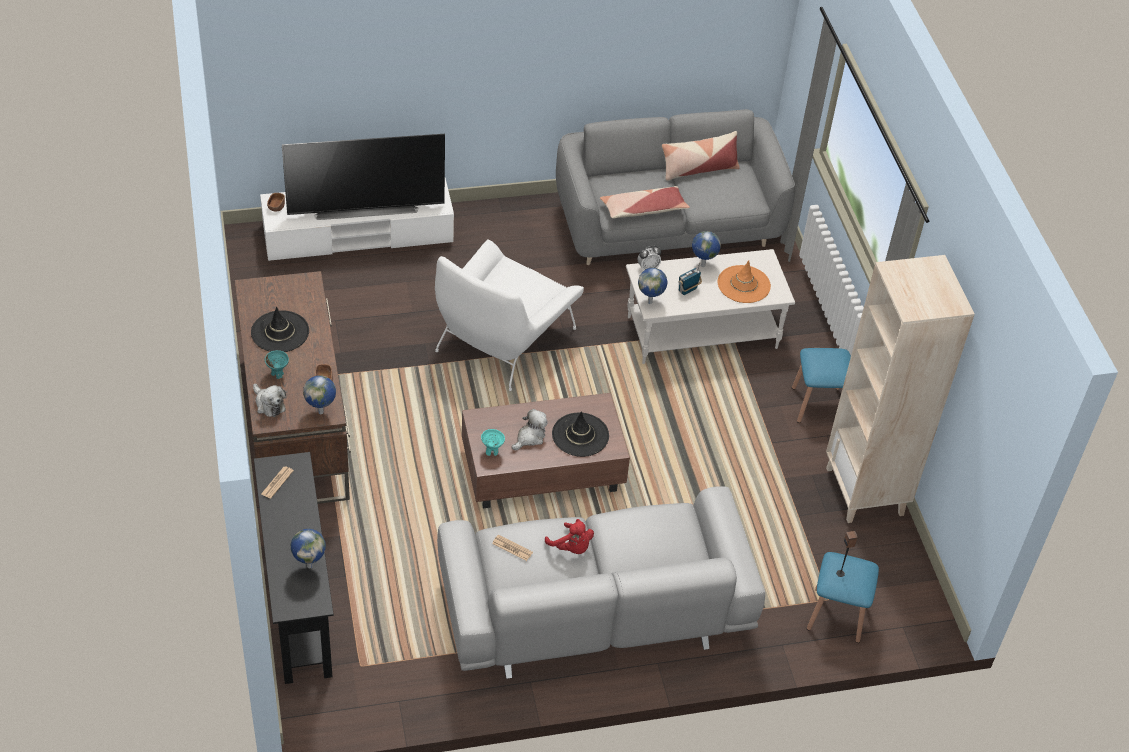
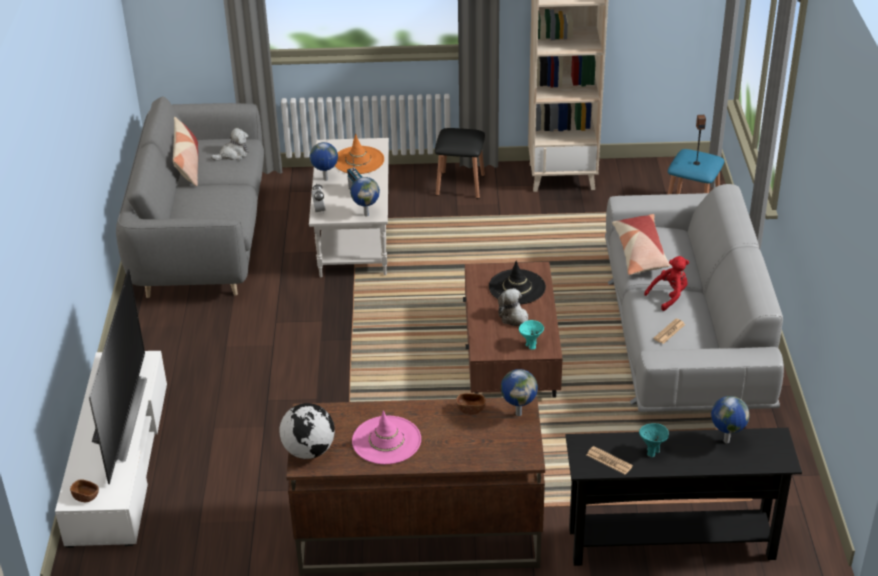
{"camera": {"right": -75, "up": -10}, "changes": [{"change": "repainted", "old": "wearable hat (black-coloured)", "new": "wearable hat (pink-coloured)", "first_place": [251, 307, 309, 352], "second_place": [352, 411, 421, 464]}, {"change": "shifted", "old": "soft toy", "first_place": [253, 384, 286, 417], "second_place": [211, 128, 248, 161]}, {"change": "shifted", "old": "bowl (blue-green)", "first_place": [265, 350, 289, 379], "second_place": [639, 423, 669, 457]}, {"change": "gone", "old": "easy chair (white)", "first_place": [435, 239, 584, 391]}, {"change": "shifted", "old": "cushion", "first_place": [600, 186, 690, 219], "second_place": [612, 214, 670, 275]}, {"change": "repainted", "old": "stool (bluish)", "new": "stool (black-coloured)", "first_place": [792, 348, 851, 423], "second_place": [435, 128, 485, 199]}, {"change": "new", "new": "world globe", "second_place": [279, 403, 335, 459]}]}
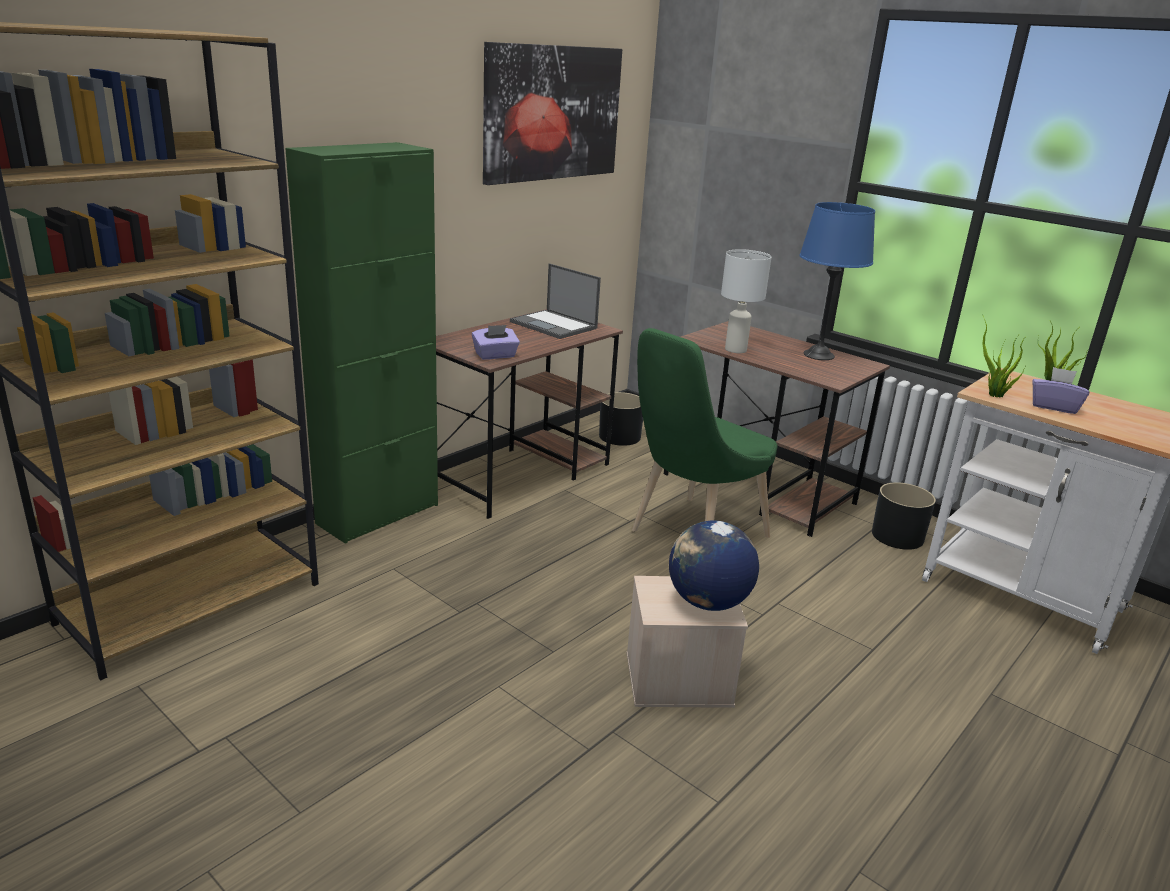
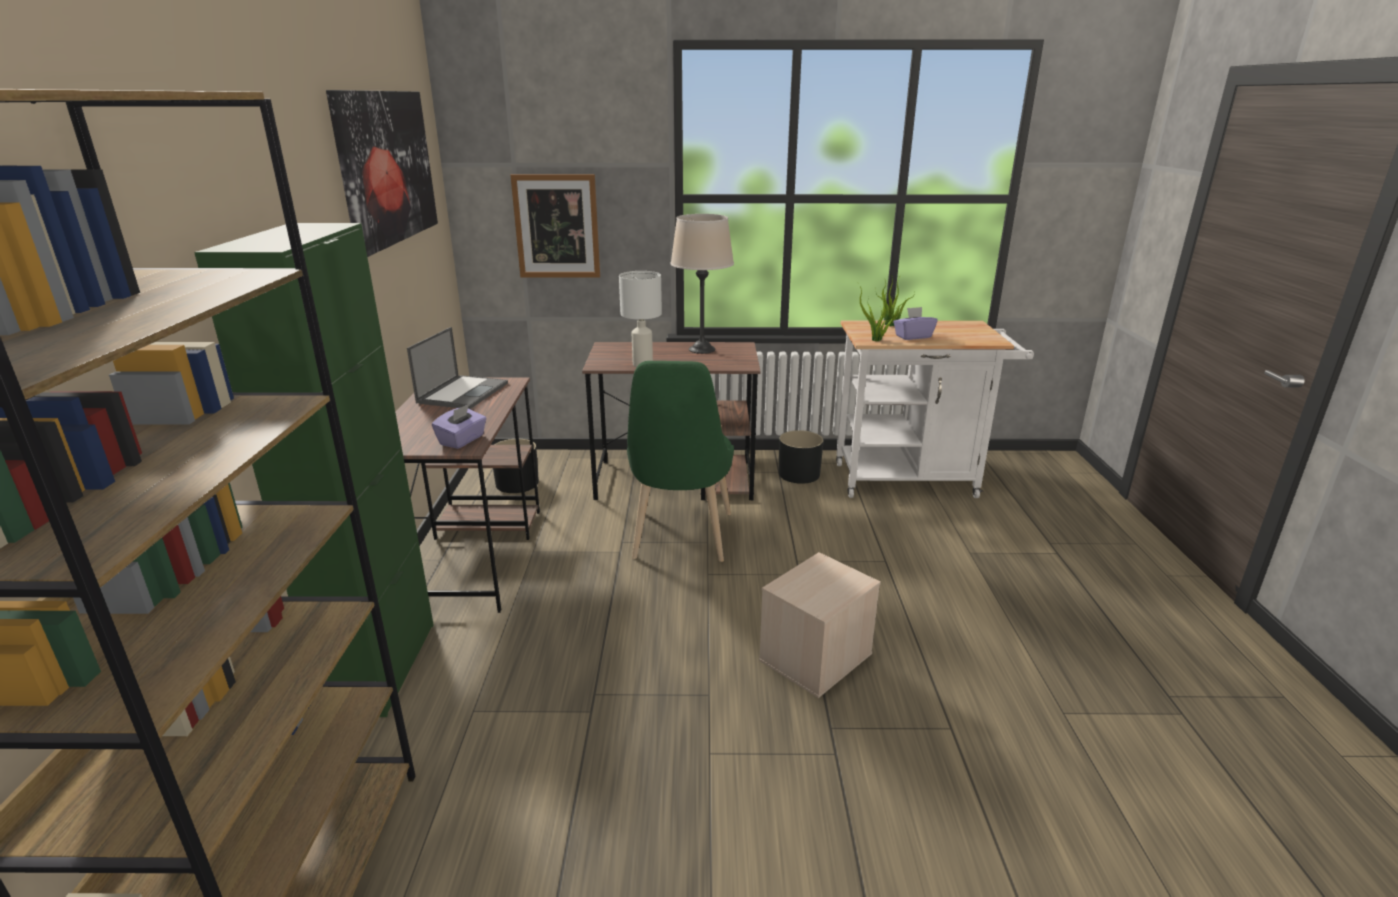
{"camera": {"right": -40, "up": 0}, "changes": [{"change": "rotated", "old": "laptop", "first_place": [510, 263, 601, 339], "second_place": [407, 327, 508, 409], "degrees": -75}, {"change": "gone", "old": "world globe", "first_place": [669, 521, 759, 611]}, {"change": "repainted", "old": "table lamp (bluish)", "new": "table lamp (beige)", "first_place": [799, 202, 875, 360], "second_place": [670, 214, 734, 354]}, {"change": "new", "new": "wall art", "second_place": [510, 174, 600, 278]}]}
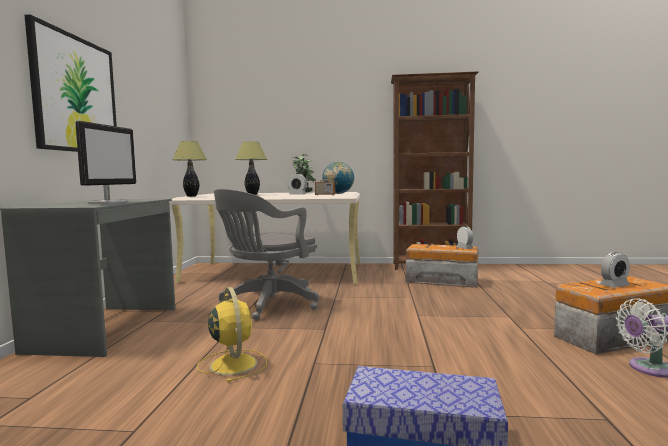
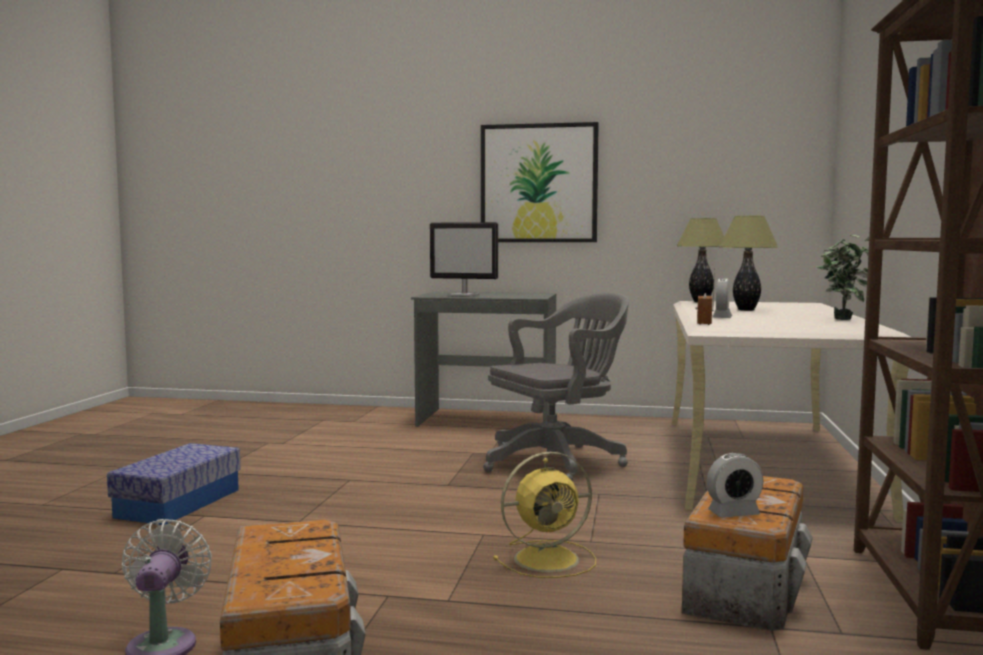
{"camera": {"right": 95, "up": 0}, "changes": [{"change": "shifted", "old": "electric fan (yellow)", "first_place": [197, 287, 267, 382], "second_place": [493, 452, 596, 578]}, {"change": "rotated", "old": "computer chair (gray)", "first_place": [214, 189, 319, 320], "second_place": [483, 293, 629, 480], "degrees": 105}, {"change": "gone", "old": "world globe", "first_place": [322, 162, 354, 194]}, {"change": "gone", "old": "bedside clock", "first_place": [600, 252, 630, 288]}]}
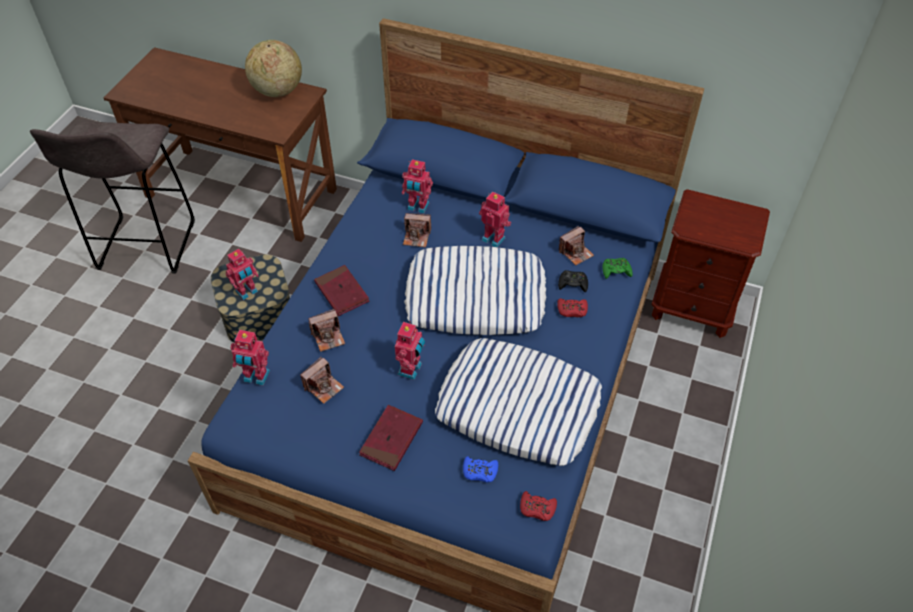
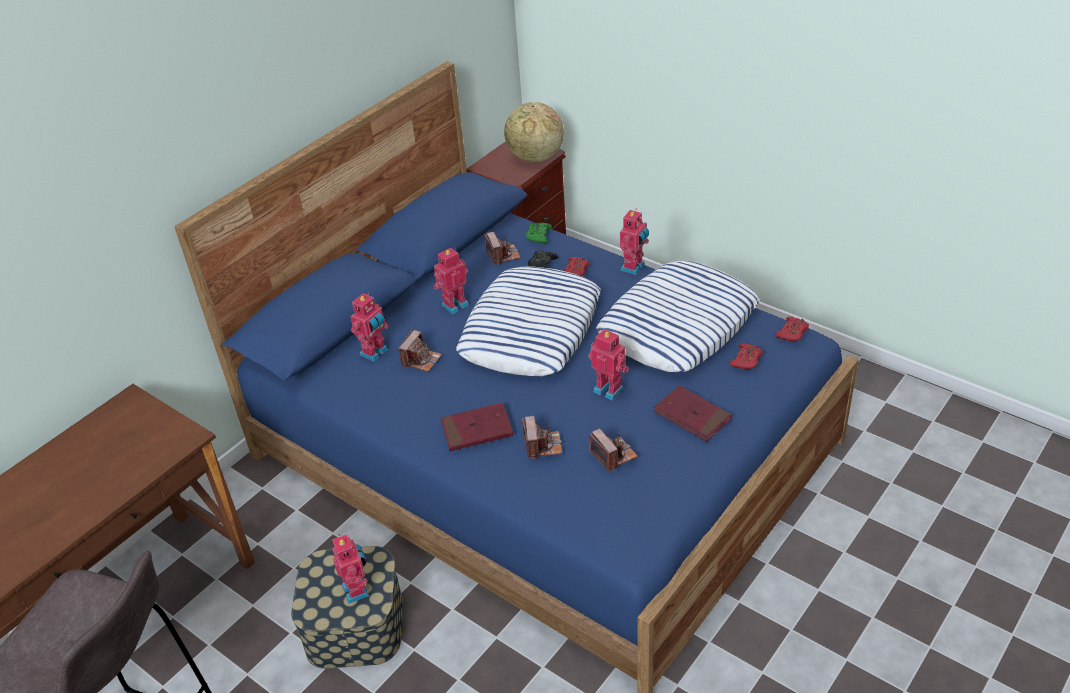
{"camera": {"right": -70, "up": -10}, "changes": [{"change": "shifted", "old": "model robot", "first_place": [230, 330, 270, 386], "second_place": [620, 209, 649, 275]}, {"change": "shifted", "old": "world globe", "first_place": [245, 40, 302, 97], "second_place": [504, 102, 564, 162]}, {"change": "repainted", "old": "gamepad (bluish)", "new": "gamepad (red-coloured)", "first_place": [463, 456, 498, 482], "second_place": [729, 343, 763, 370]}]}
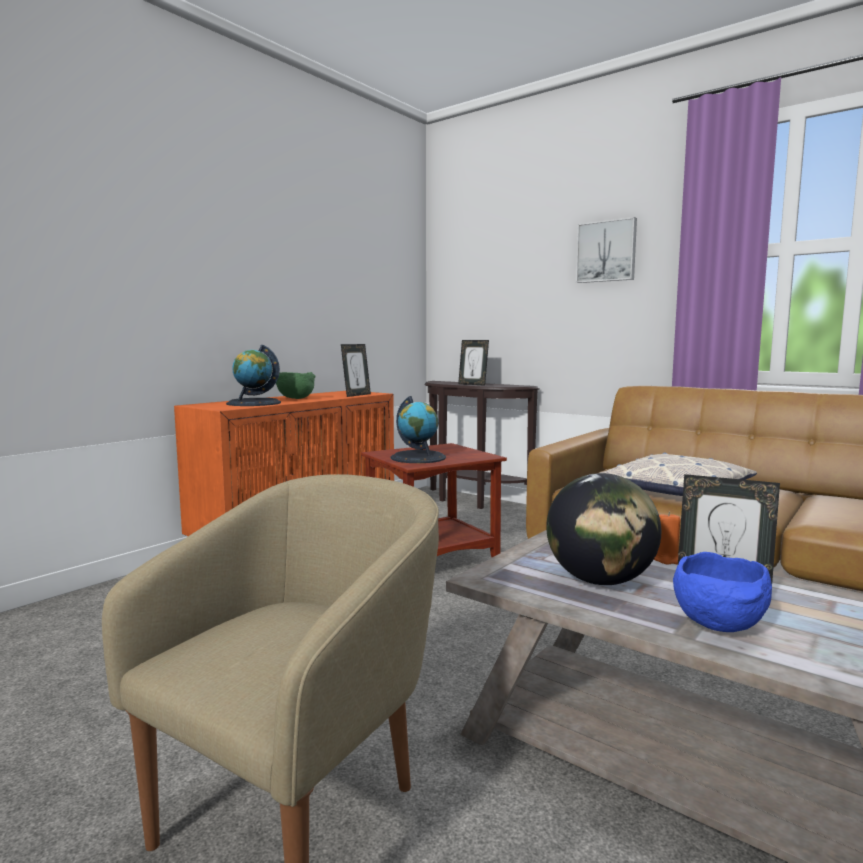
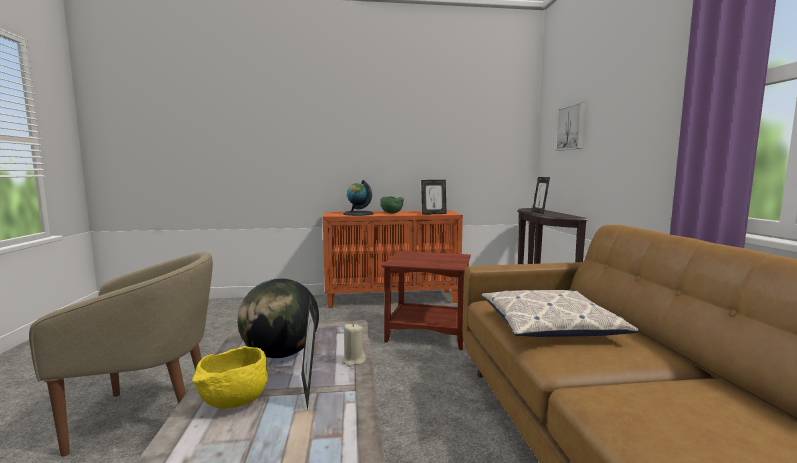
{"camera": {"right": 45, "up": 0}, "changes": [{"change": "gone", "old": "world globe", "first_place": [391, 396, 446, 463]}, {"change": "shifted", "old": "wall art", "first_place": [576, 217, 637, 283], "second_place": [555, 102, 586, 151]}, {"change": "repainted", "old": "wax light (orange-coloured)", "new": "wax light (beige)", "first_place": [654, 512, 681, 565], "second_place": [342, 324, 366, 367]}, {"change": "repainted", "old": "bowl (bluish)", "new": "bowl (yellow)", "first_place": [673, 552, 772, 632], "second_place": [192, 346, 268, 409]}]}
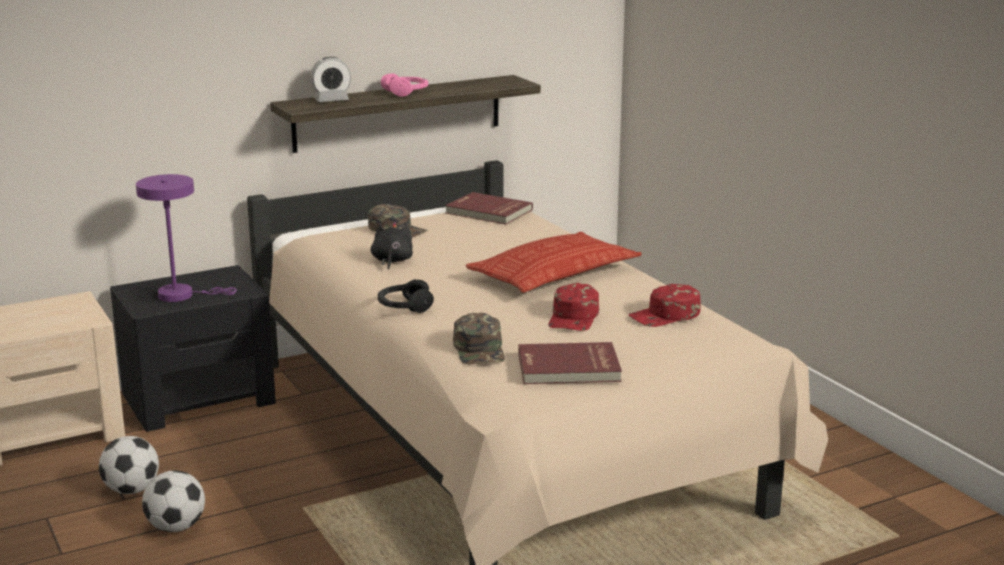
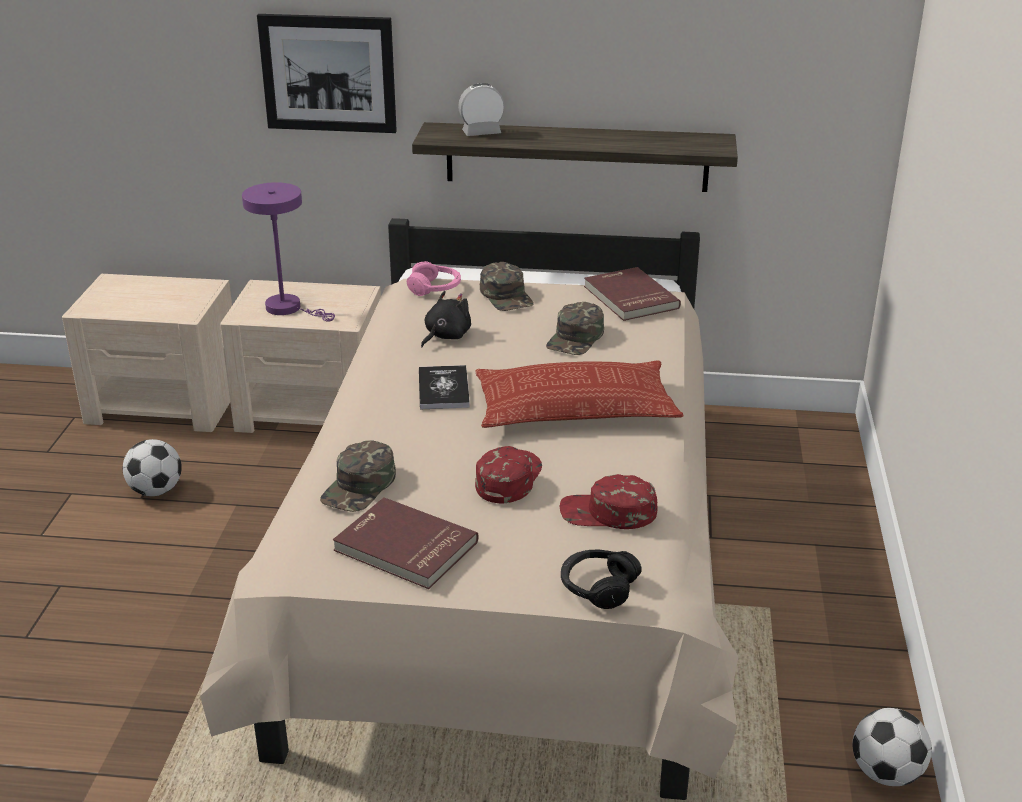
{"camera": {"right": 35, "up": 10}, "changes": [{"change": "repainted", "old": "night table (black-coloured)", "new": "night table (beige)", "first_place": [110, 265, 276, 432], "second_place": [220, 280, 381, 433]}, {"change": "shifted", "old": "football", "first_place": [142, 470, 205, 532], "second_place": [852, 708, 932, 786]}, {"change": "rotated", "old": "bedside clock", "first_place": [310, 57, 351, 102], "second_place": [458, 83, 505, 136], "degrees": 150}, {"change": "shifted", "old": "pair of headphones (black-coloured)", "first_place": [378, 279, 434, 313], "second_place": [561, 549, 642, 609]}, {"change": "shifted", "old": "pair of headphones (pink-coloured)", "first_place": [381, 73, 428, 97], "second_place": [407, 261, 461, 296]}, {"change": "rotated", "old": "baseball cap (red-coloured)", "first_place": [548, 283, 599, 331], "second_place": [475, 446, 542, 503], "degrees": 150}, {"change": "new", "new": "wall art", "second_place": [257, 14, 397, 133]}, {"change": "new", "new": "book", "second_place": [419, 365, 470, 410]}, {"change": "new", "new": "baseball cap (green)", "second_place": [546, 302, 604, 355]}]}
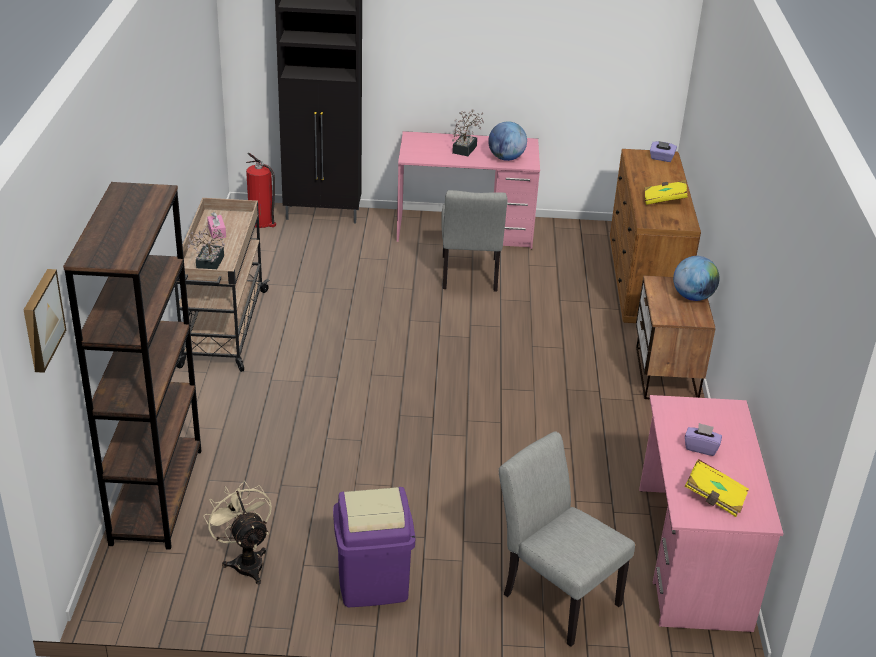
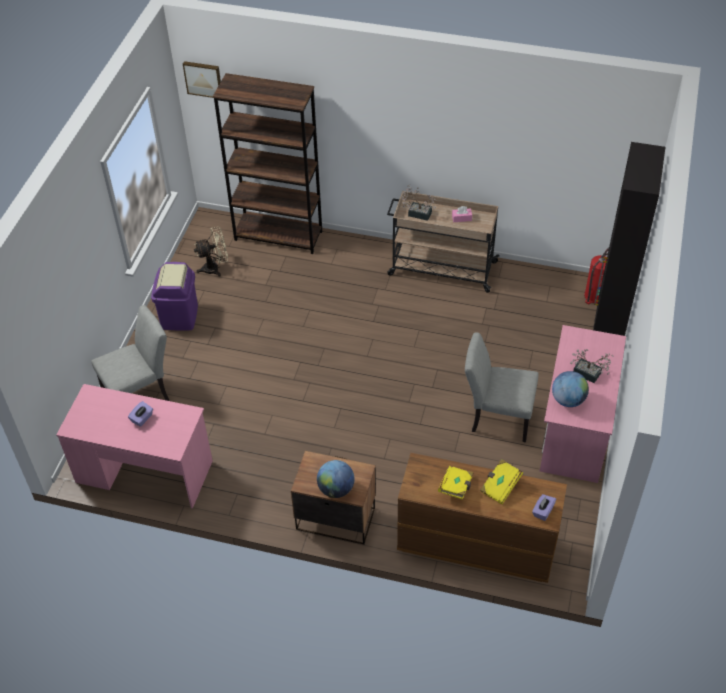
{"camera": {"right": 105, "up": 15}, "changes": [{"change": "shifted", "old": "book (yellow)", "first_place": [685, 459, 749, 517], "second_place": [480, 459, 523, 504]}]}
